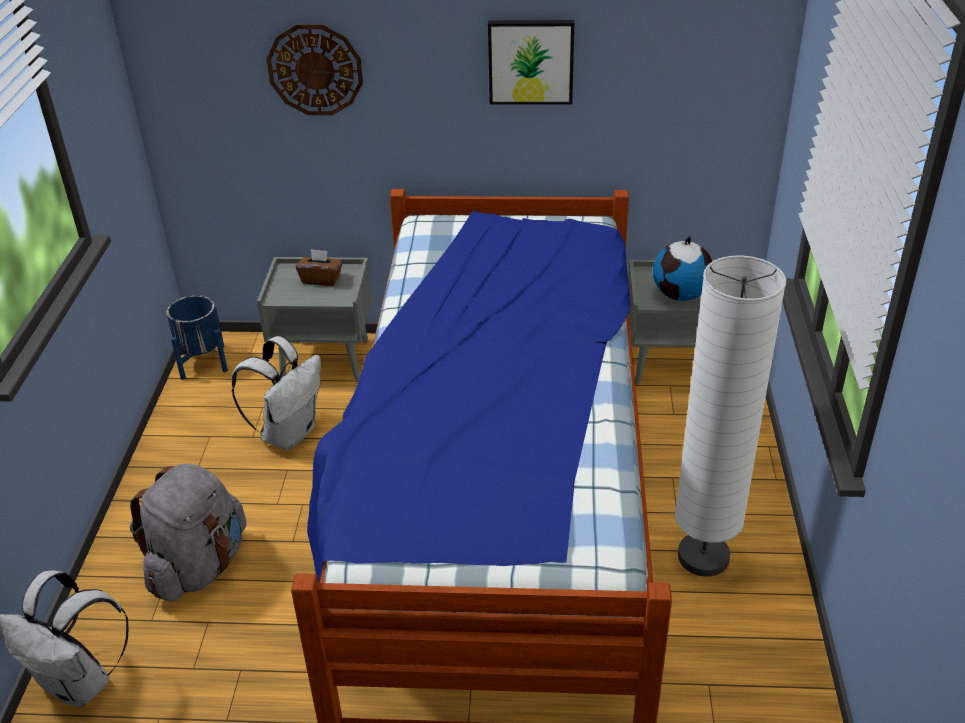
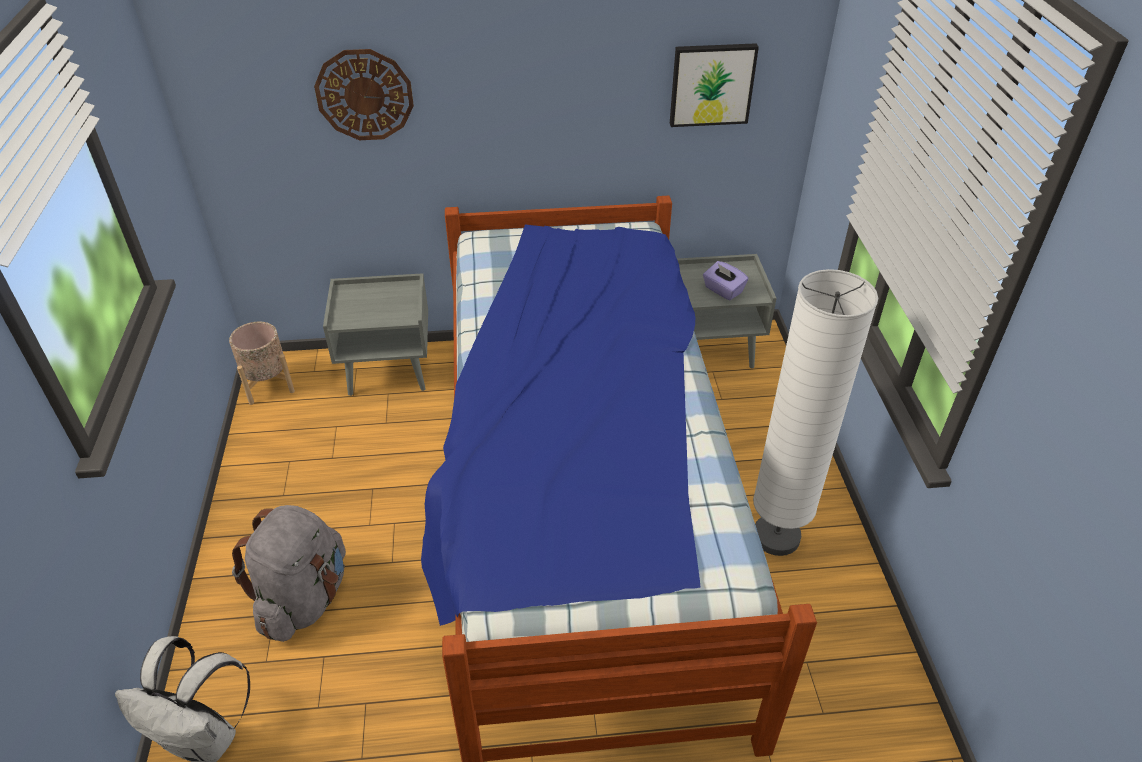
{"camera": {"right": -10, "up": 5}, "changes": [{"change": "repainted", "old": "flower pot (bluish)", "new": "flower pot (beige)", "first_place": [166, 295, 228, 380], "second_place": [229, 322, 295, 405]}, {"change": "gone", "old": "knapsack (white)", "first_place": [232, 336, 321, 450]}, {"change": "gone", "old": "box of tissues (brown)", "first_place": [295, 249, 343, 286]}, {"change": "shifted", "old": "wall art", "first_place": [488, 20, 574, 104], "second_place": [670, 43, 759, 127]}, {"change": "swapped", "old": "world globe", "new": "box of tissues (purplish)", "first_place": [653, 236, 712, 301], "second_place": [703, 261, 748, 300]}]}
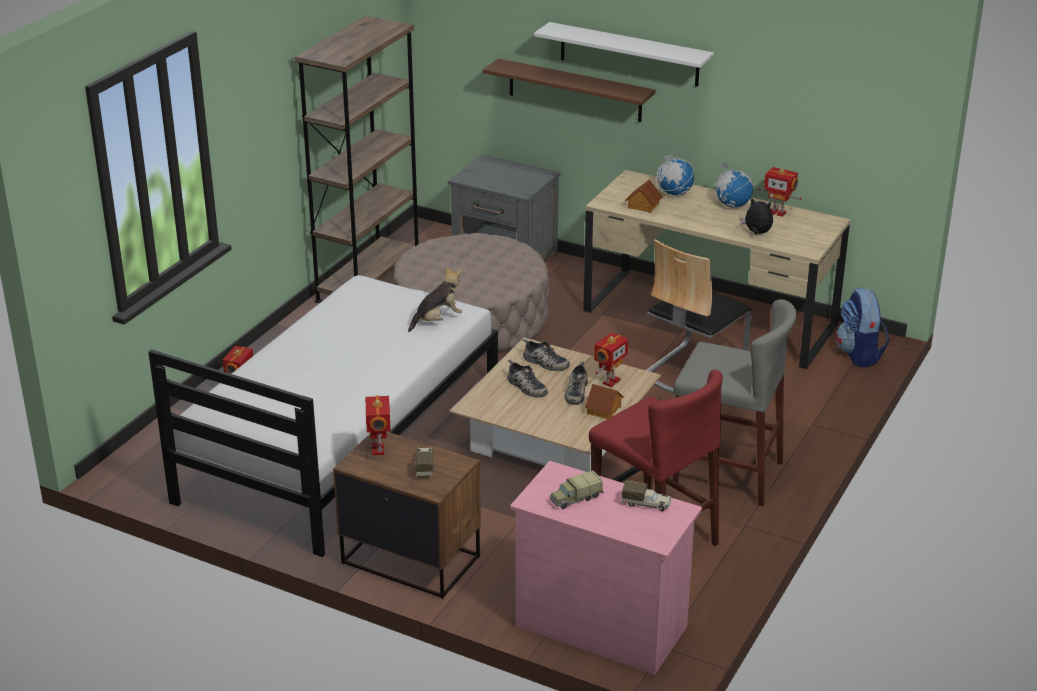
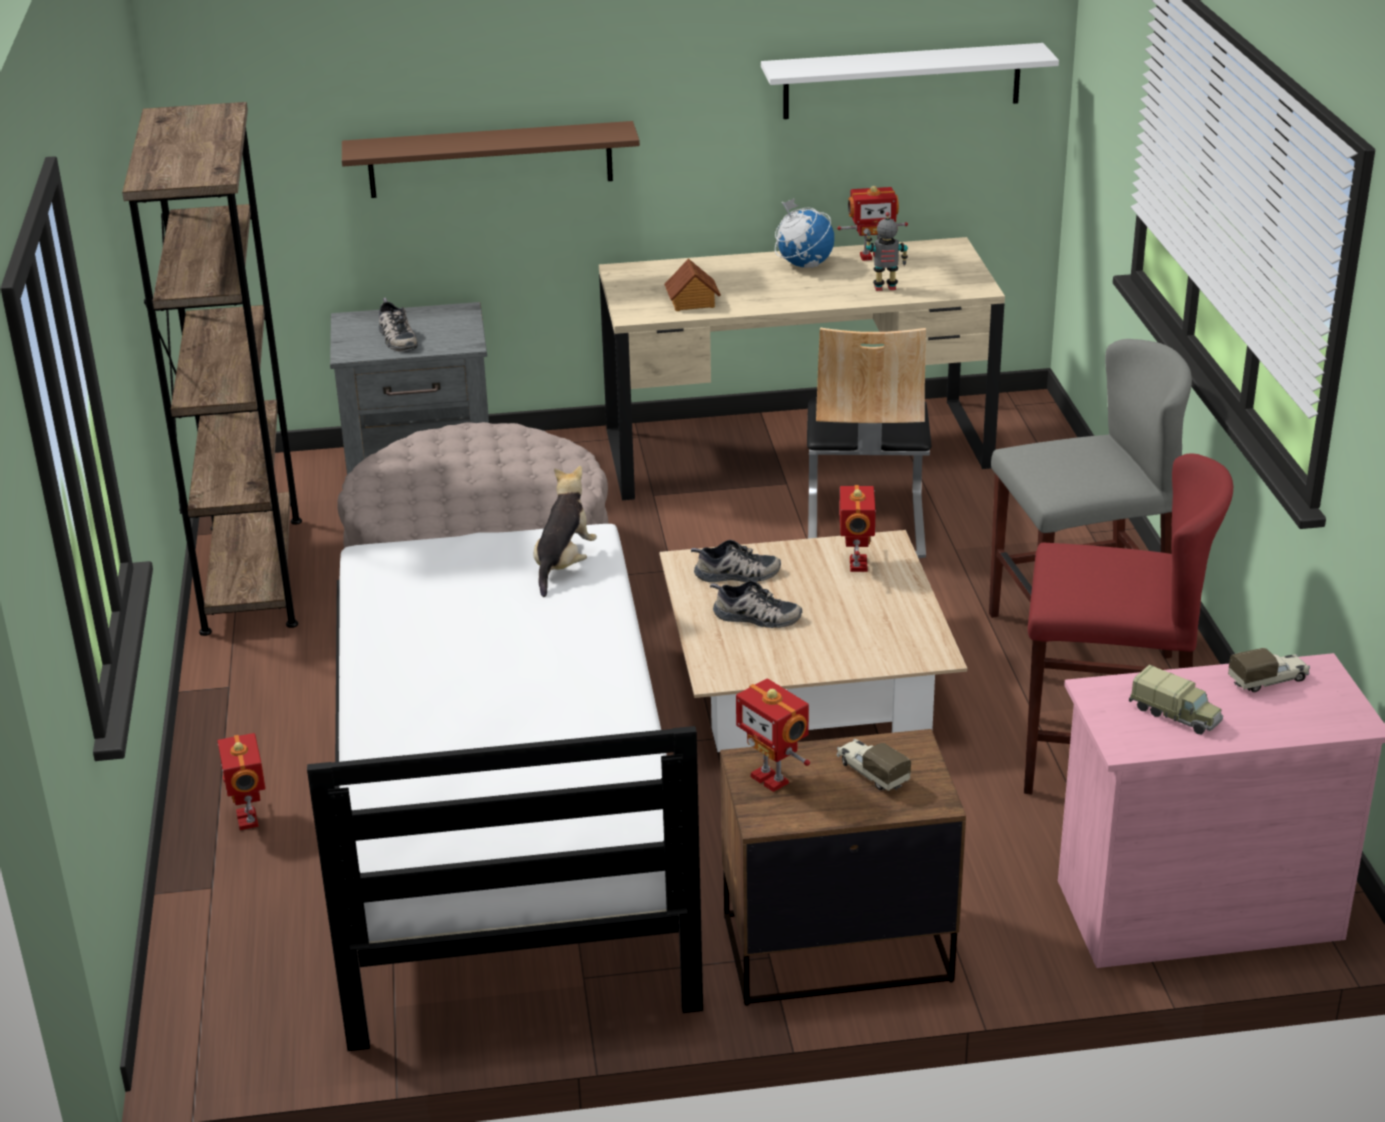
{"camera": {"right": -35, "up": 0}, "changes": [{"change": "shifted", "old": "shelf (white)", "first_place": [534, 22, 714, 87], "second_place": [761, 43, 1059, 119]}, {"change": "rotated", "old": "model truck", "first_place": [550, 470, 604, 509], "second_place": [1129, 665, 1223, 734], "degrees": -75}, {"change": "shifted", "old": "low shoe", "first_place": [565, 361, 588, 405], "second_place": [379, 298, 418, 352]}, {"change": "gone", "old": "toy house", "first_place": [585, 384, 624, 419]}, {"change": "gone", "old": "world globe", "first_place": [656, 154, 694, 196]}, {"change": "swapped", "old": "soft toy", "new": "model robot", "first_place": [740, 197, 773, 234], "second_place": [866, 212, 908, 291]}, {"change": "gone", "old": "knapsack", "first_place": [836, 287, 890, 368]}]}
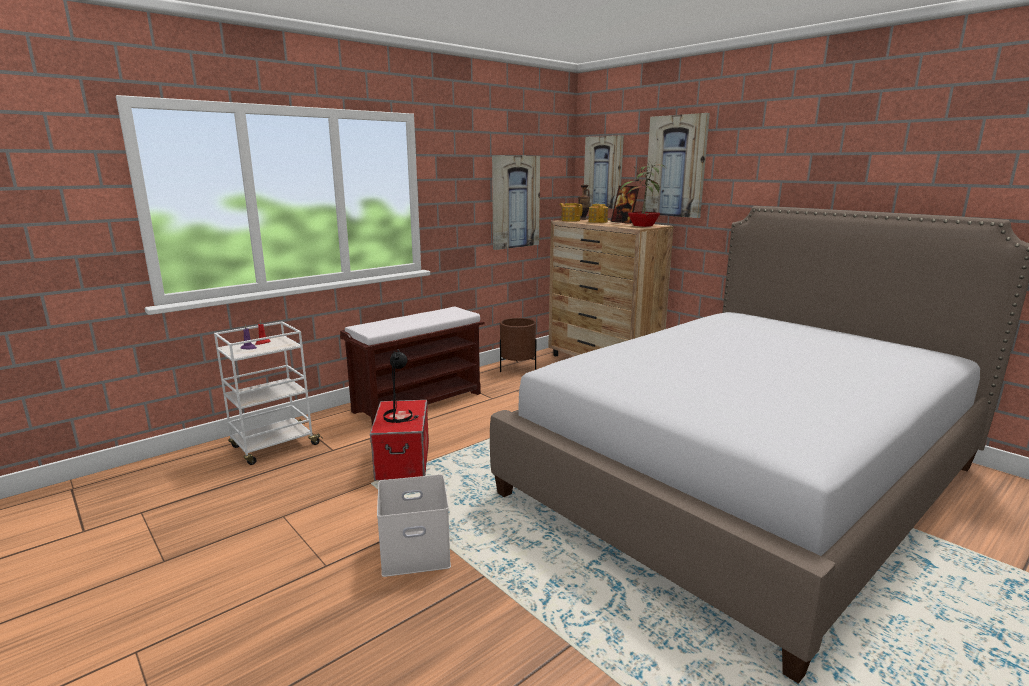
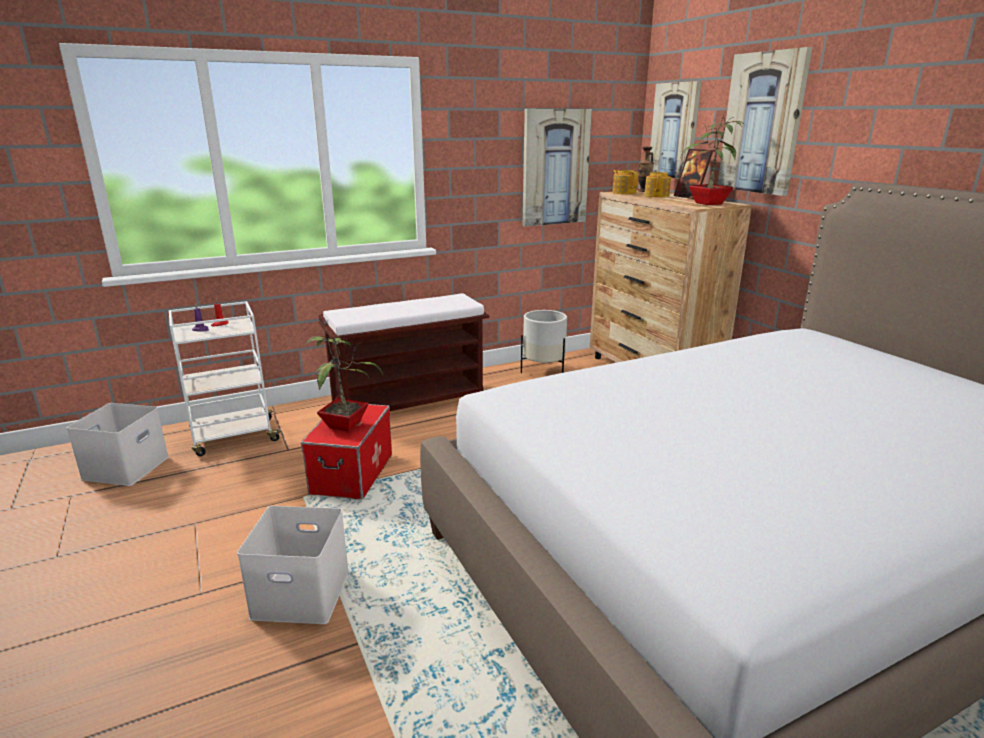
{"camera": {"right": 15, "up": 5}, "changes": [{"change": "swapped", "old": "table lamp (black-coloured)", "new": "houseplant", "first_place": [383, 350, 419, 423], "second_place": [304, 332, 383, 432]}, {"change": "repainted", "old": "flower pot (brown)", "new": "flower pot (white)", "first_place": [500, 318, 536, 372], "second_place": [521, 310, 567, 373]}, {"change": "new", "new": "storage box (white)", "second_place": [66, 403, 169, 486]}]}
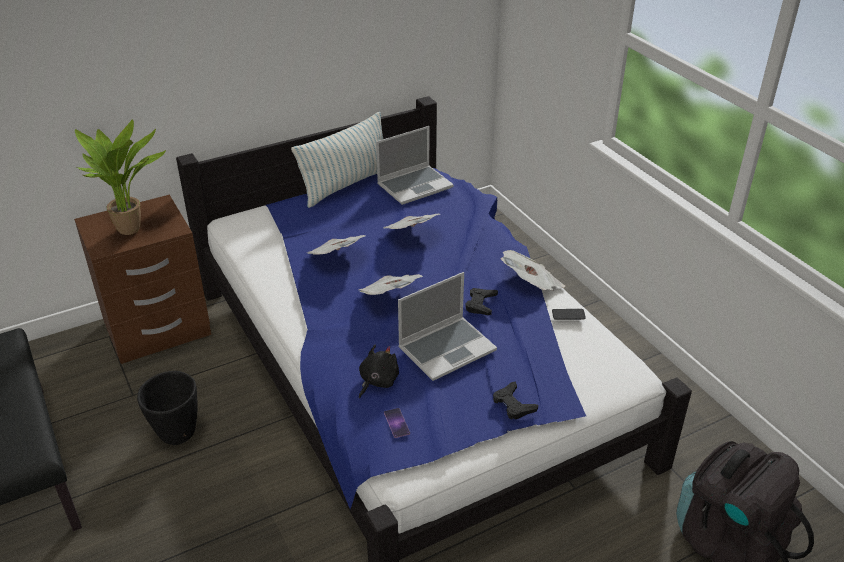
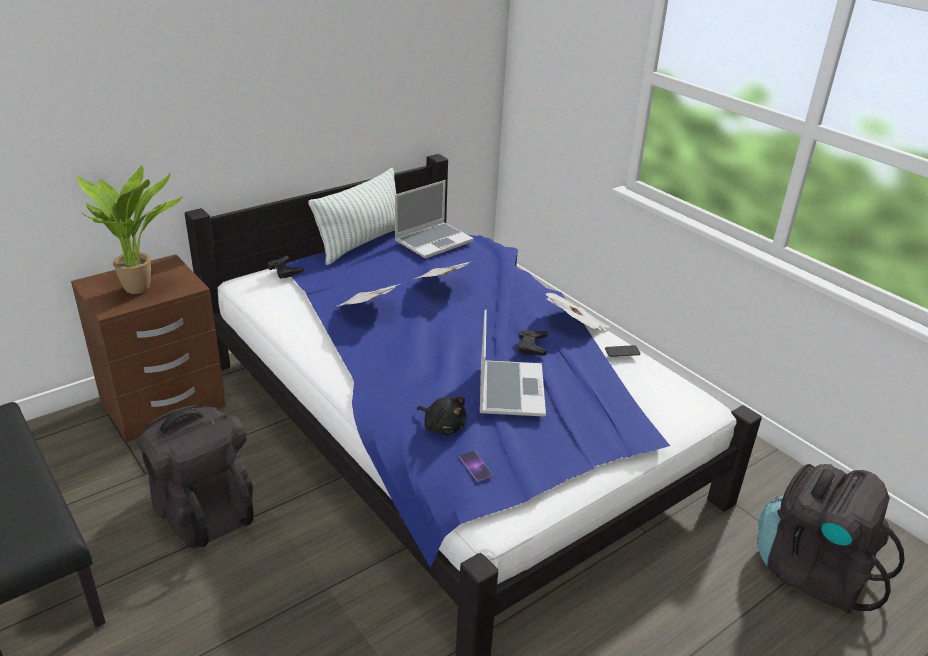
{"camera": {"right": -10, "up": -5}, "changes": [{"change": "swapped", "old": "flower pot (black-coloured)", "new": "knapsack (black-coloured)", "first_place": [137, 371, 198, 445], "second_place": [137, 405, 254, 548]}, {"change": "gone", "old": "newspaper", "first_place": [359, 274, 423, 295]}, {"change": "rotated", "old": "soft toy (black-coloured)", "first_place": [359, 344, 399, 398], "second_place": [417, 397, 467, 435], "degrees": 105}, {"change": "rotated", "old": "laptop", "first_place": [398, 272, 497, 381], "second_place": [480, 309, 546, 417], "degrees": -45}, {"change": "shifted", "old": "gamepad (black-coloured)", "first_place": [493, 381, 538, 420], "second_place": [268, 255, 304, 279]}]}
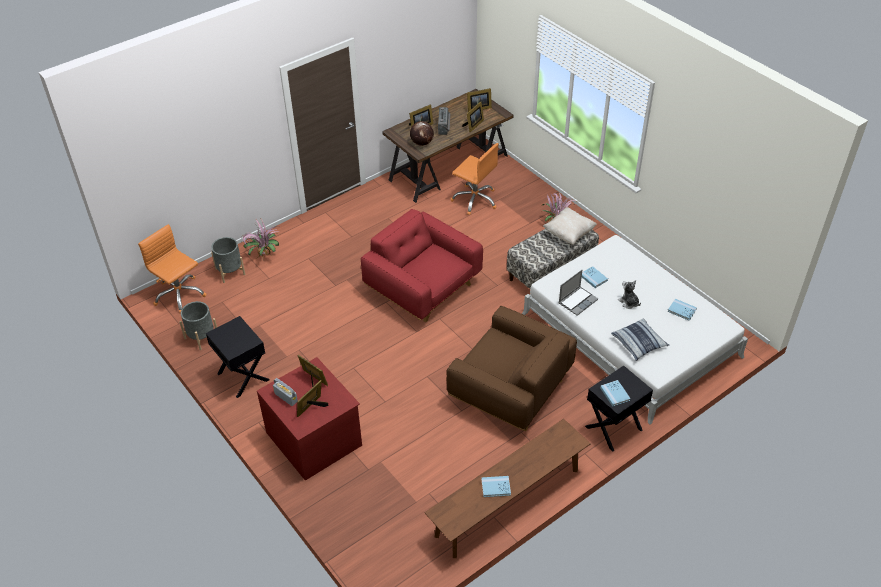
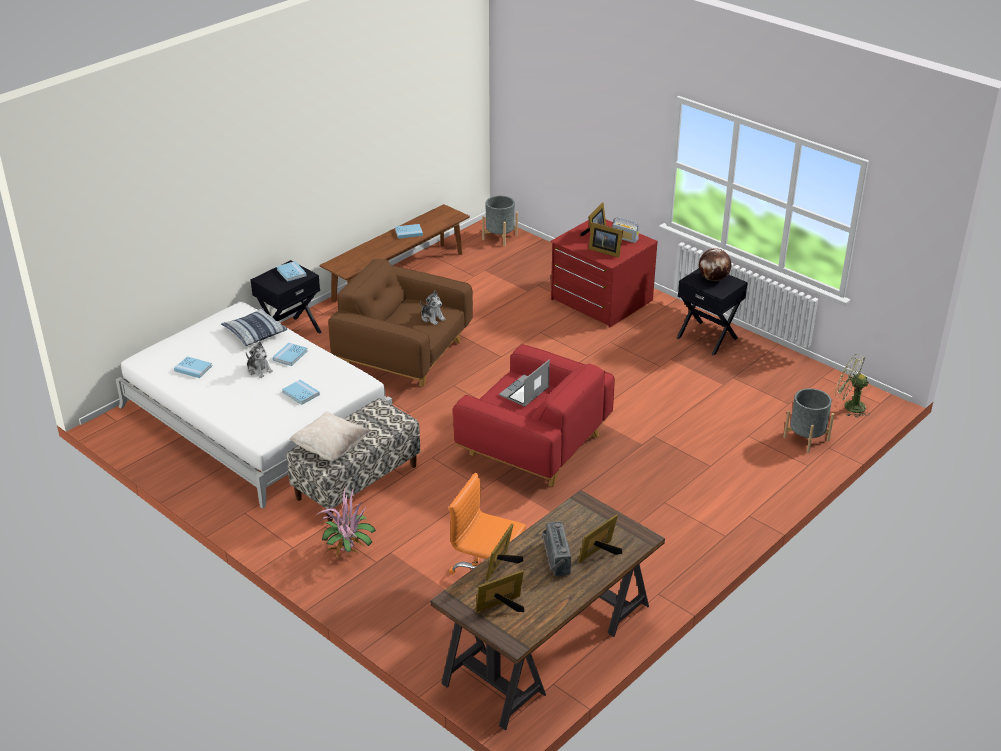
{"camera": {"right": 170, "up": -10}, "changes": [{"change": "swapped", "old": "computer chair (orange-coloured)", "new": "electric fan (green)", "first_place": [138, 224, 206, 313], "second_place": [835, 354, 870, 418]}, {"change": "shifted", "old": "flower pot (gray)", "first_place": [179, 301, 217, 350], "second_place": [482, 196, 518, 246]}, {"change": "gone", "old": "houseplant", "first_place": [241, 219, 280, 261]}, {"change": "shifted", "old": "world globe", "first_place": [410, 121, 434, 146], "second_place": [699, 248, 731, 281]}, {"change": "shifted", "old": "laptop", "first_place": [559, 270, 598, 316], "second_place": [499, 360, 550, 407]}, {"change": "new", "new": "book (bluish)", "second_place": [273, 343, 308, 366]}, {"change": "new", "new": "soft toy", "second_place": [420, 291, 445, 325]}]}
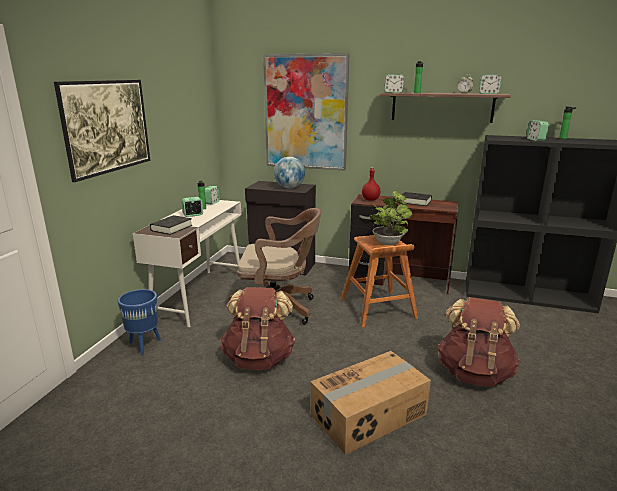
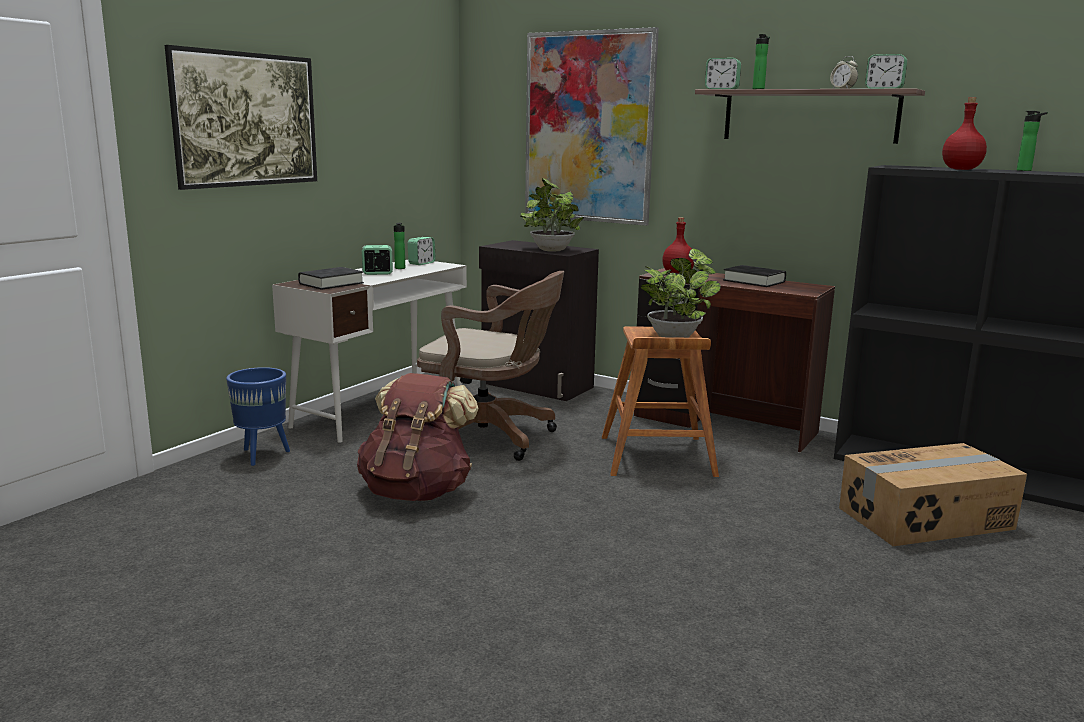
{"camera": {"right": 15, "up": -5}, "changes": [{"change": "swapped", "old": "world globe", "new": "houseplant", "first_place": [274, 157, 305, 188], "second_place": [520, 178, 584, 252]}, {"change": "shifted", "old": "cardboard box", "first_place": [310, 351, 431, 455], "second_place": [839, 443, 1027, 546]}, {"change": "gone", "old": "knapsack (brown)", "first_place": [437, 297, 520, 387]}, {"change": "swapped", "old": "bedside clock", "new": "drink bottle (red-coloured)", "first_place": [526, 120, 549, 141], "second_place": [942, 97, 987, 170]}]}
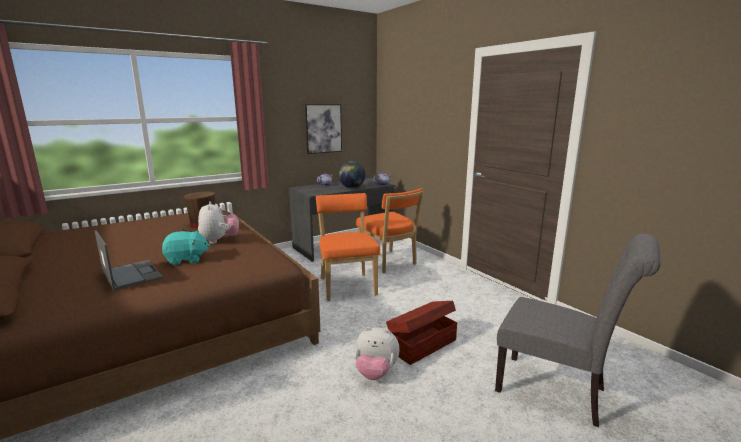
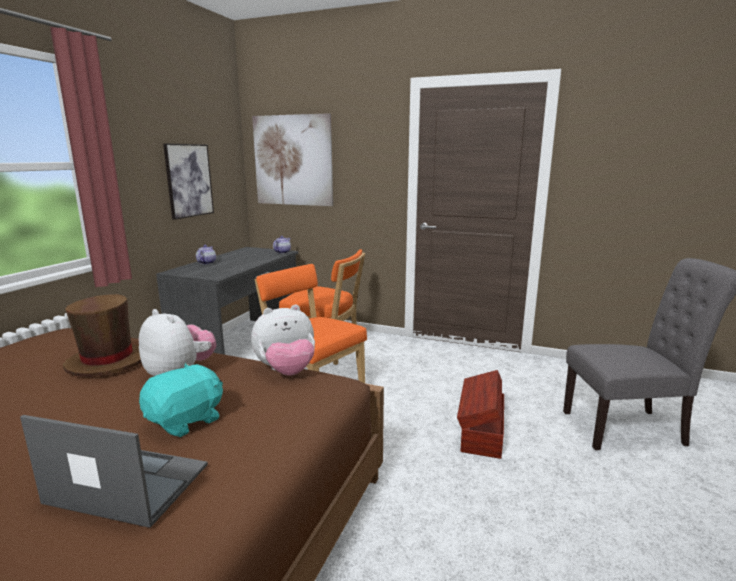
{"camera": {"right": -35, "up": 0}, "changes": [{"change": "gone", "old": "world globe", "first_place": [339, 161, 365, 188]}, {"change": "shifted", "old": "soft toy", "first_place": [355, 327, 400, 380], "second_place": [251, 305, 315, 376]}, {"change": "new", "new": "wall art", "second_place": [252, 113, 333, 206]}]}
